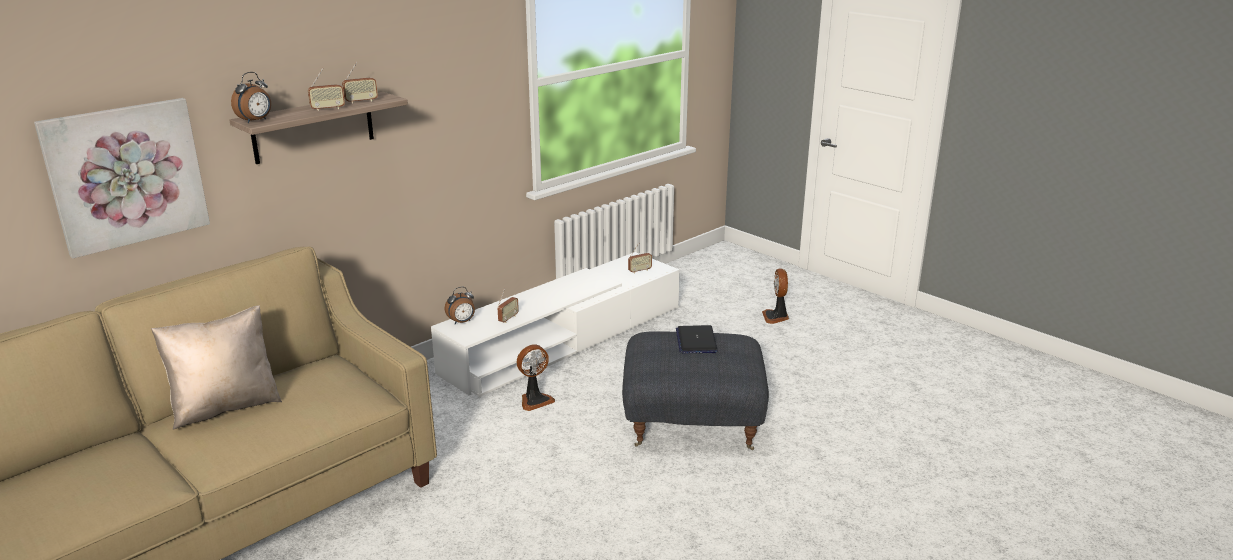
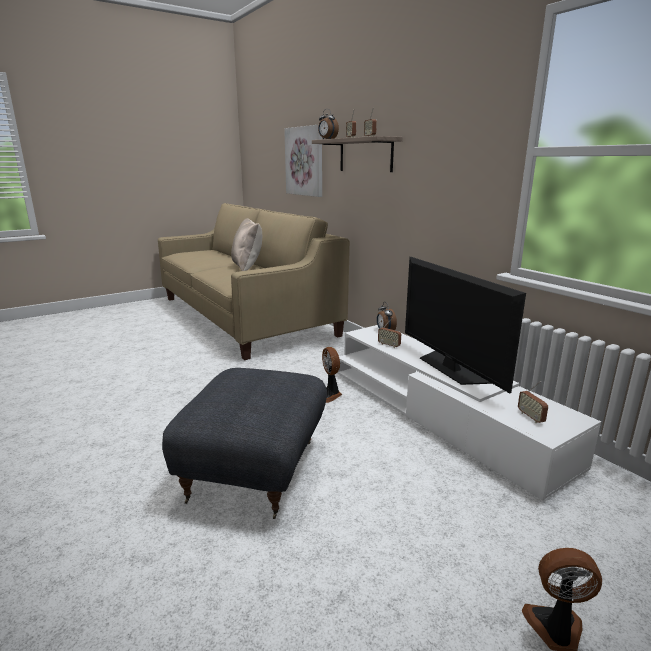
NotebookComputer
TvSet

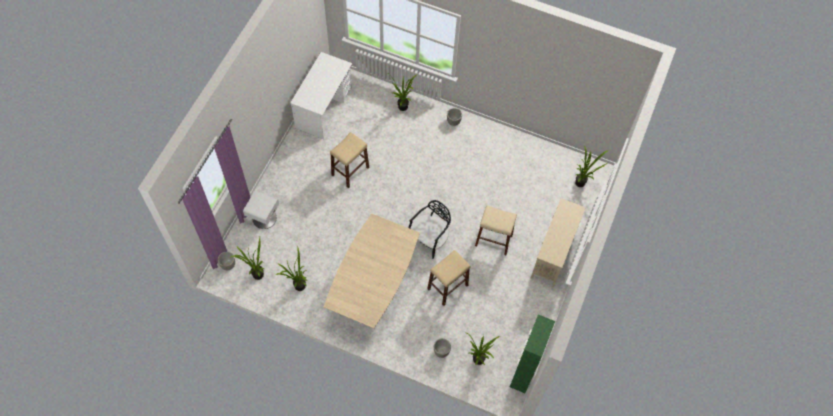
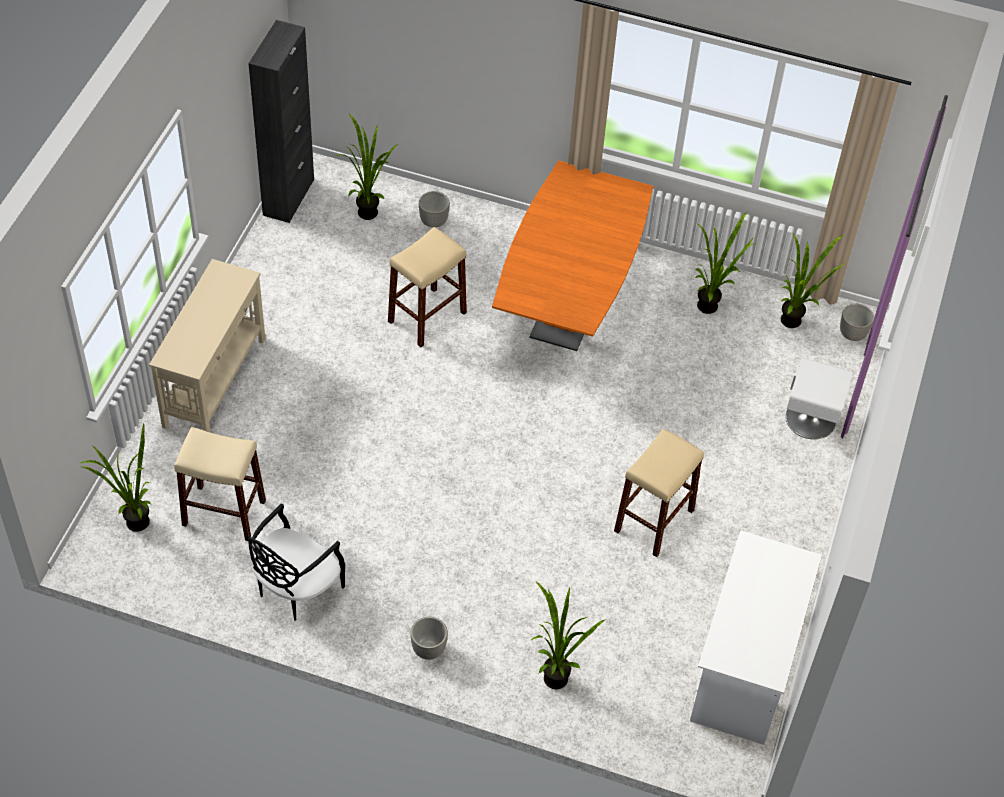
OrangeColouredKitchenTable
BlackColouredChair
BeigeColouredStool (no. 1 from left)
BlackColouredCupboard

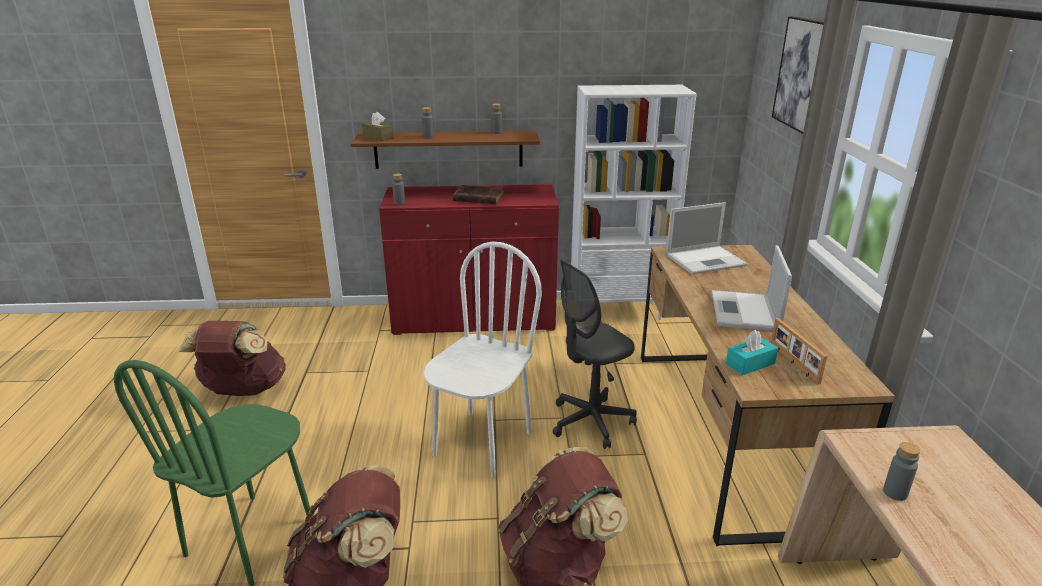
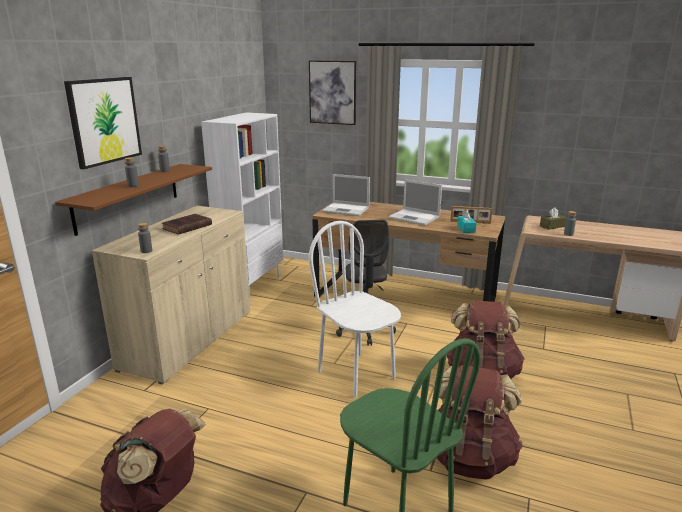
BrownishTissueBox
BeigeColouredCupboard
NotebookComputer (no. 1 from left)
Picture (no. 1 from left)

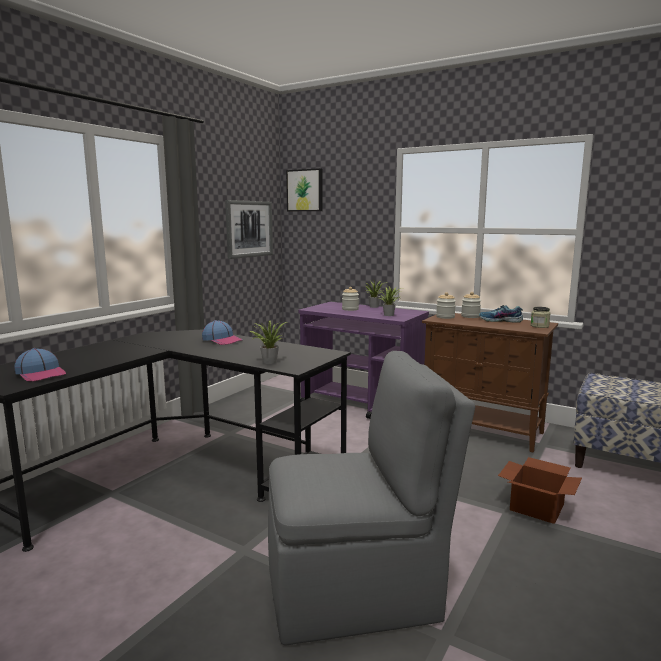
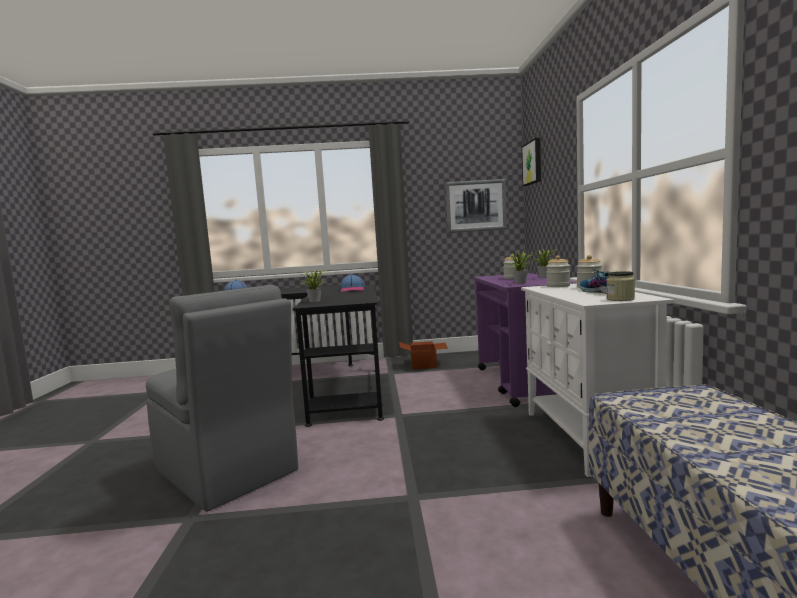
WhiteColouredCupboard
CardboardBox

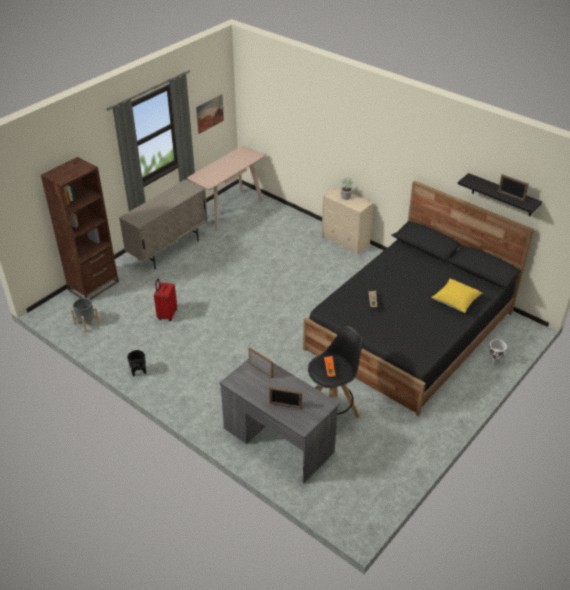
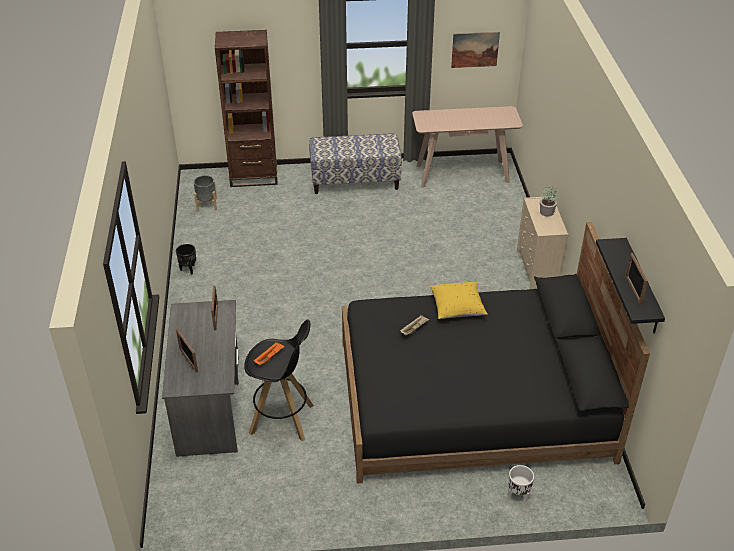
IndoorBench
RedColouredTravelCase
YellowishCushion

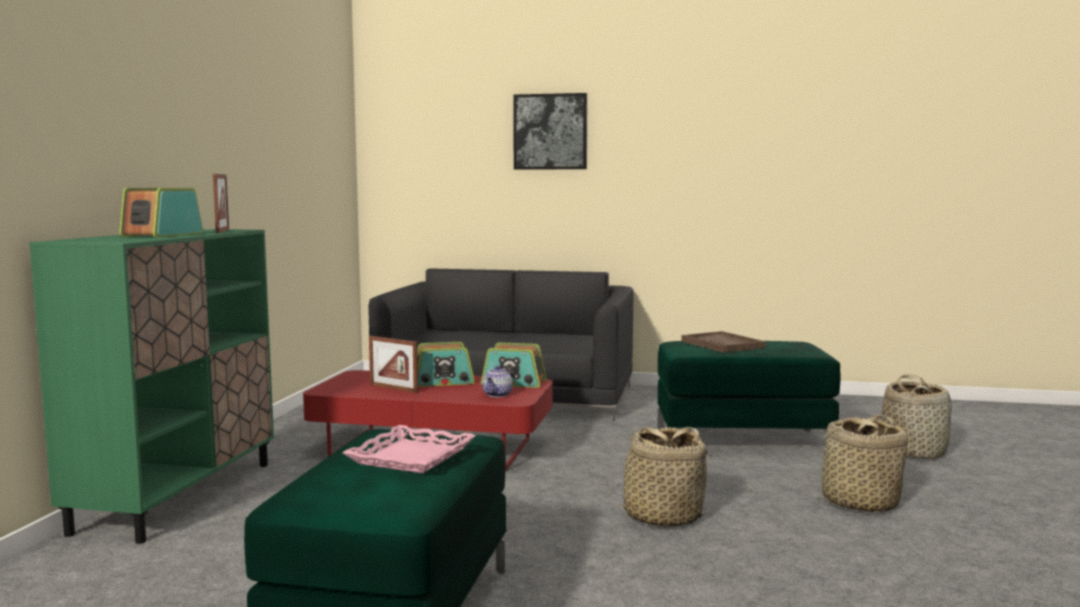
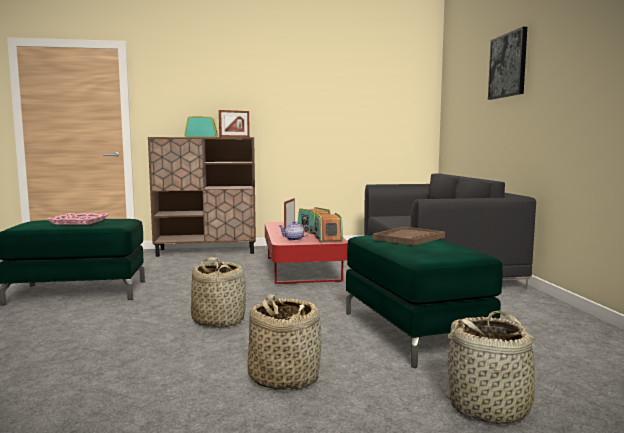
BrownishCupboard

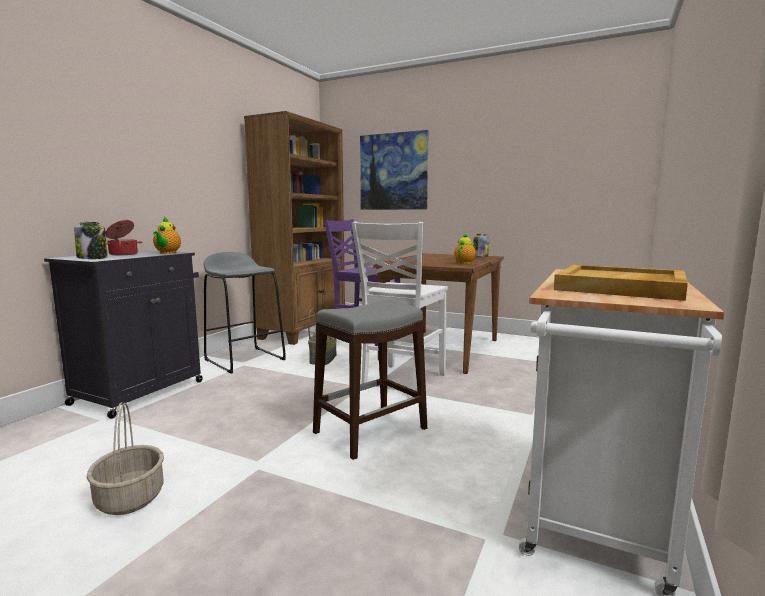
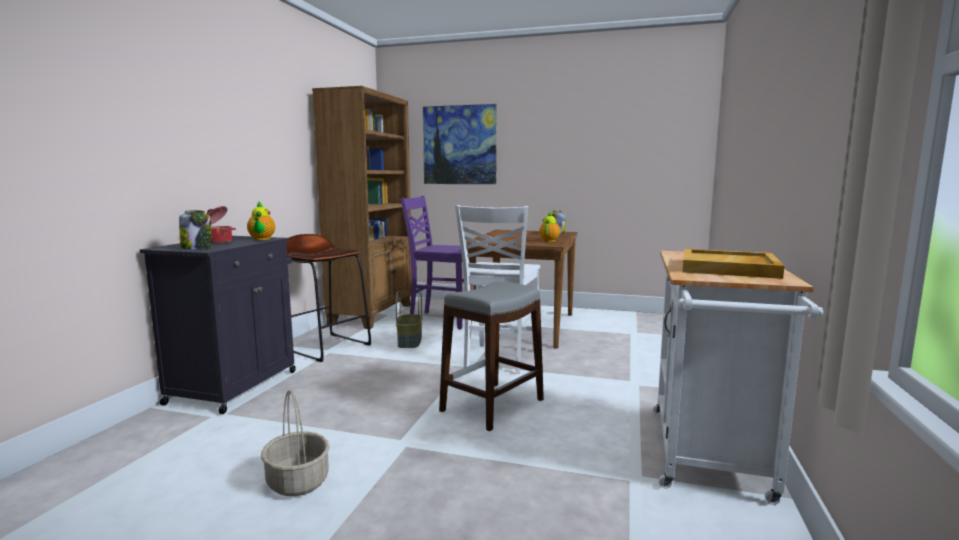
BrownishStool

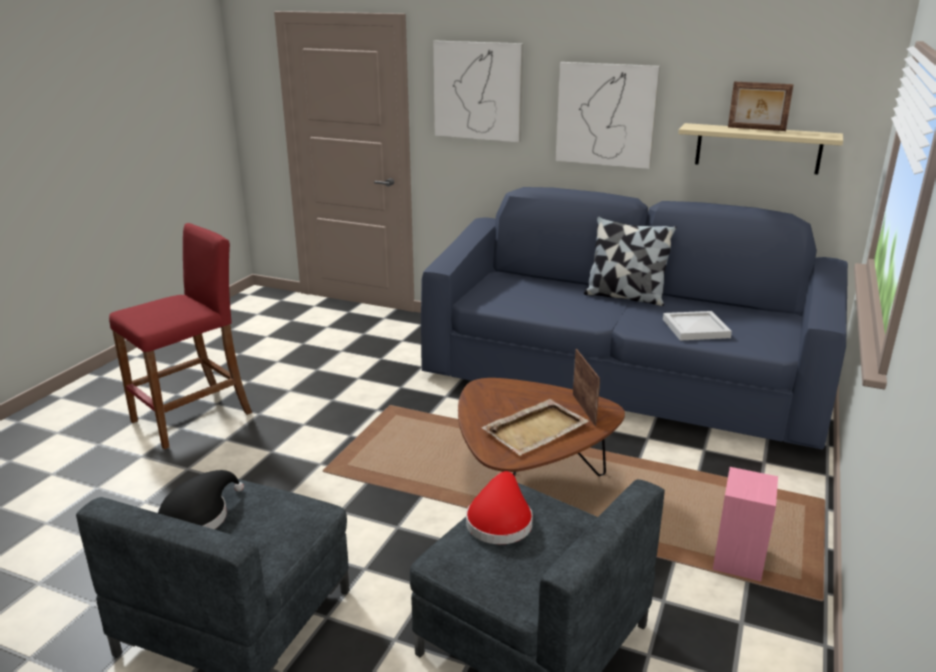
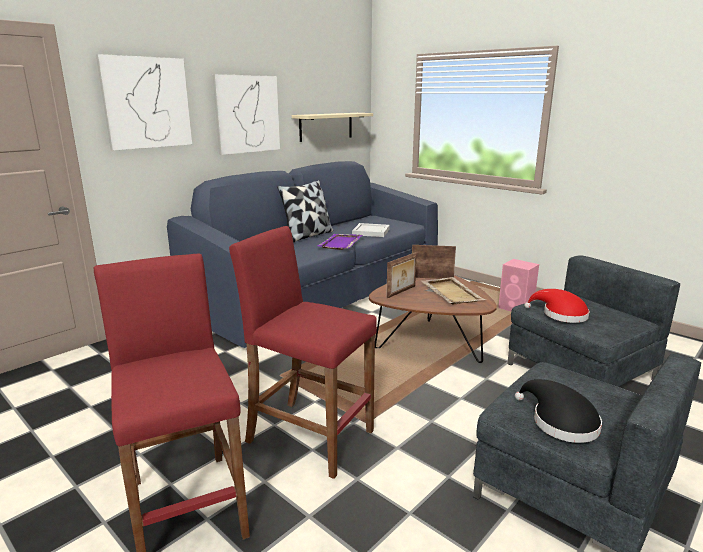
PhotoFrame (no. 1 from left)
RedColouredStool (no. 2 from left)
PurplishTray

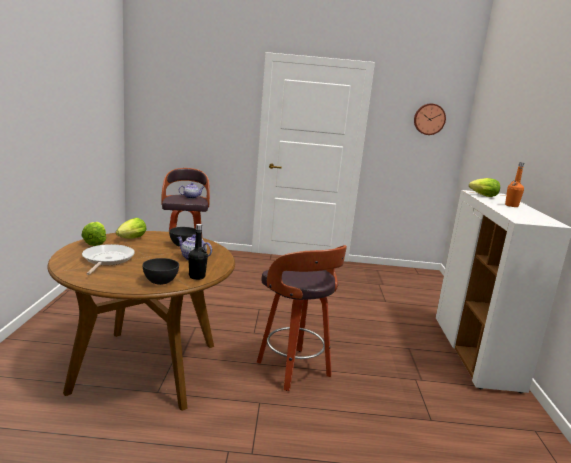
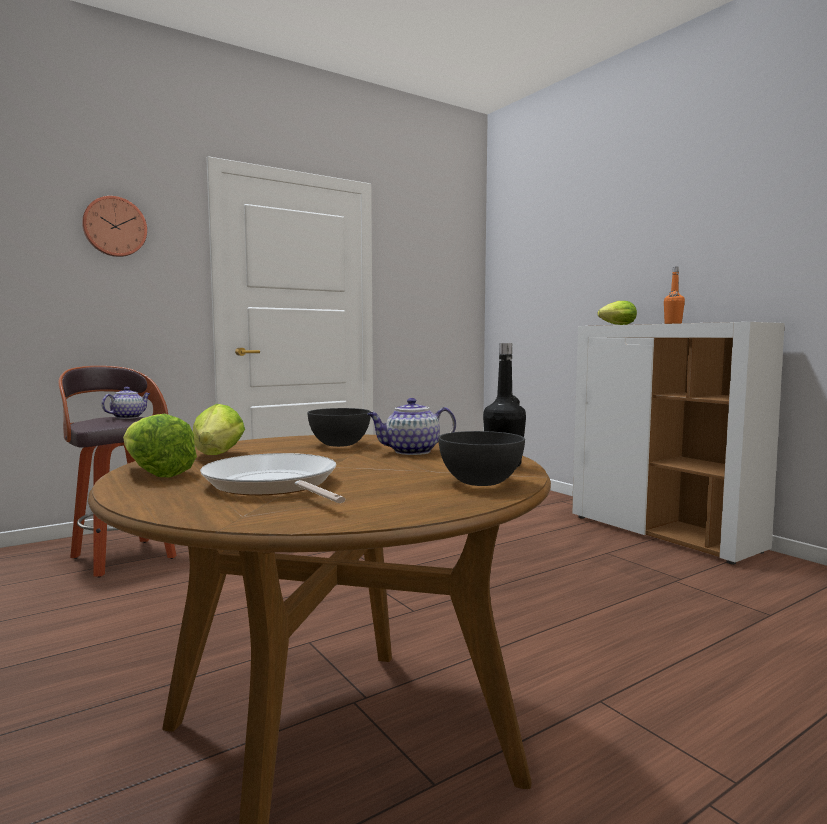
Stool (no. 2 from left in the first image)
ClockOnTheWall

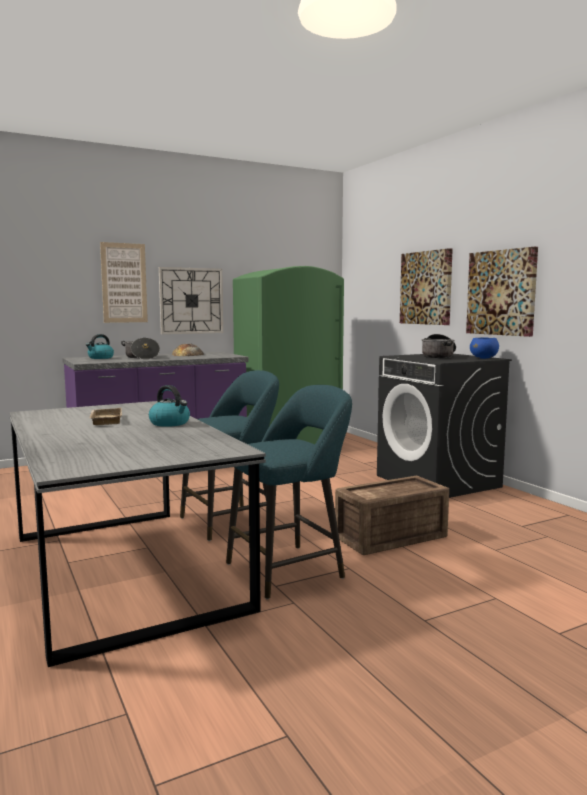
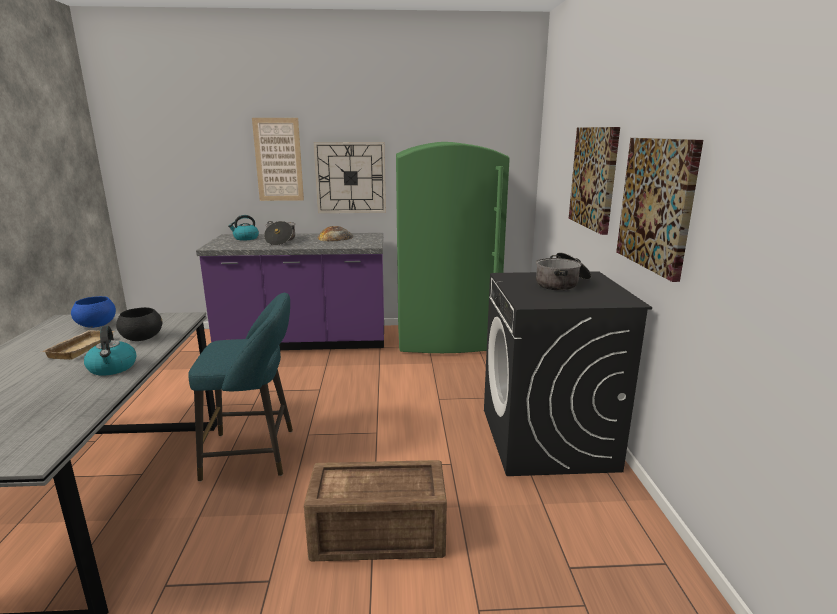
TurquoiseStool (no. 2 from left in the first image)
BlueServingBowl
BlackColouredServingBowl

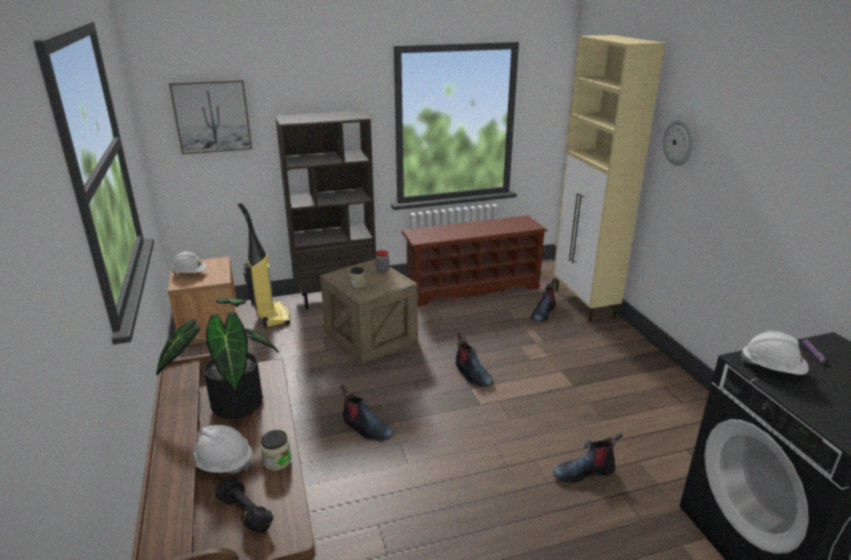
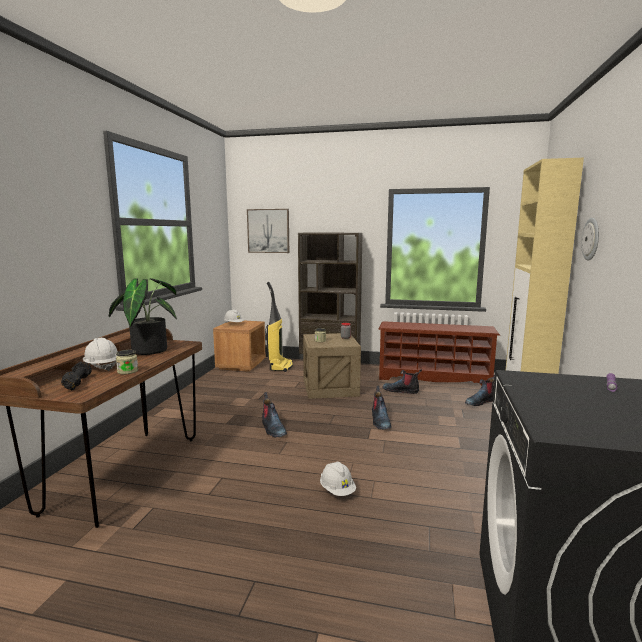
Boot (no. 3 from left)
WhiteColouredHardHat (no. 3 from left)

